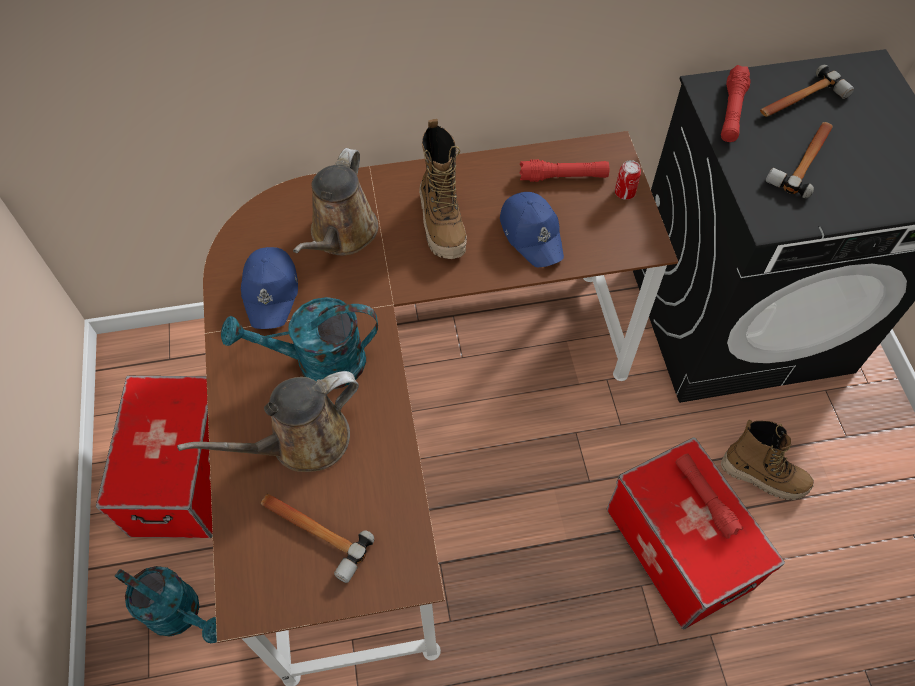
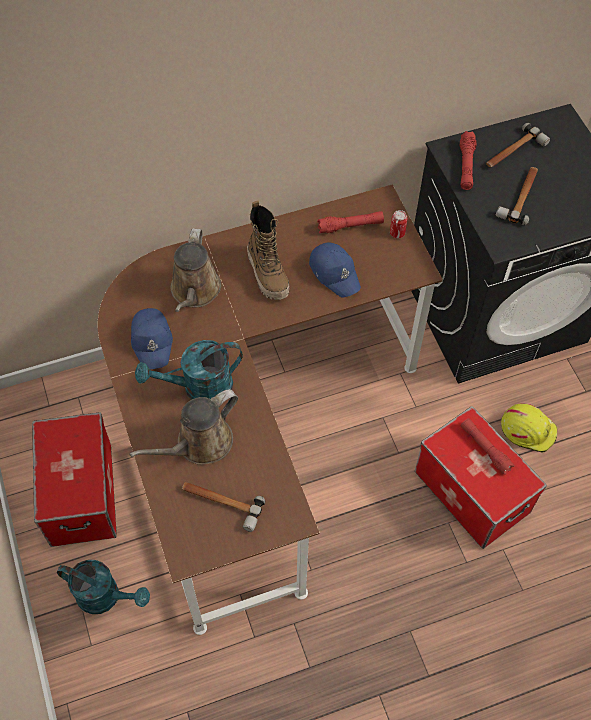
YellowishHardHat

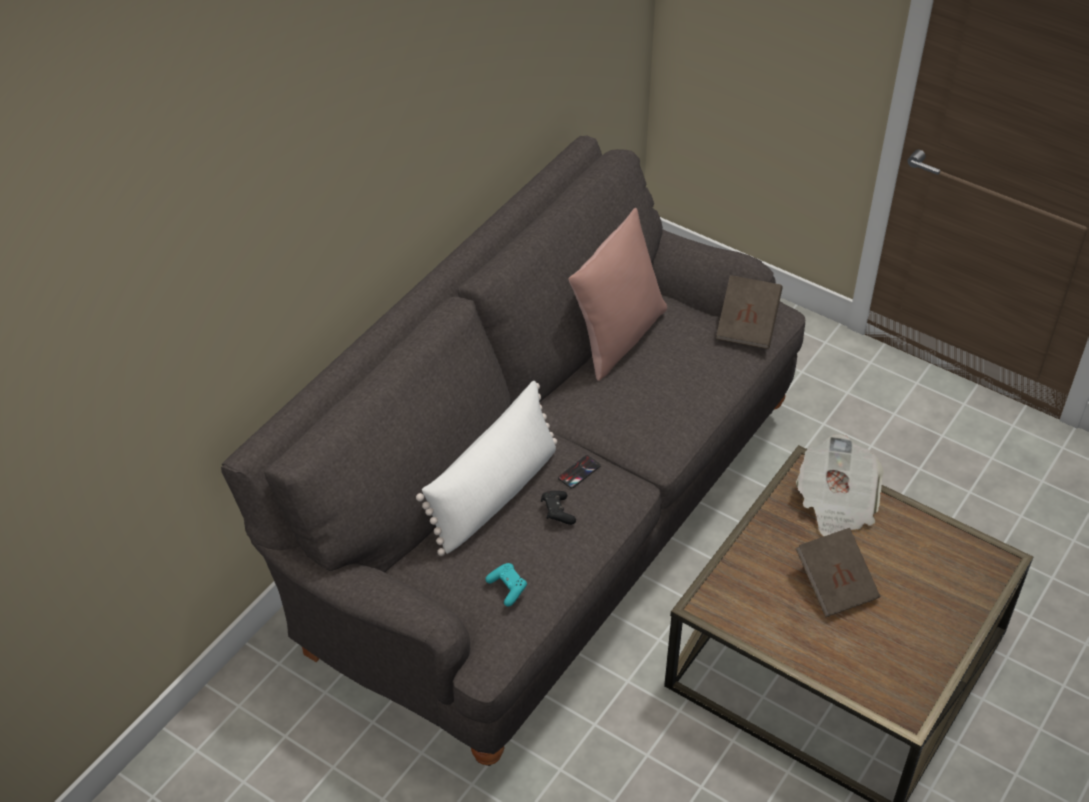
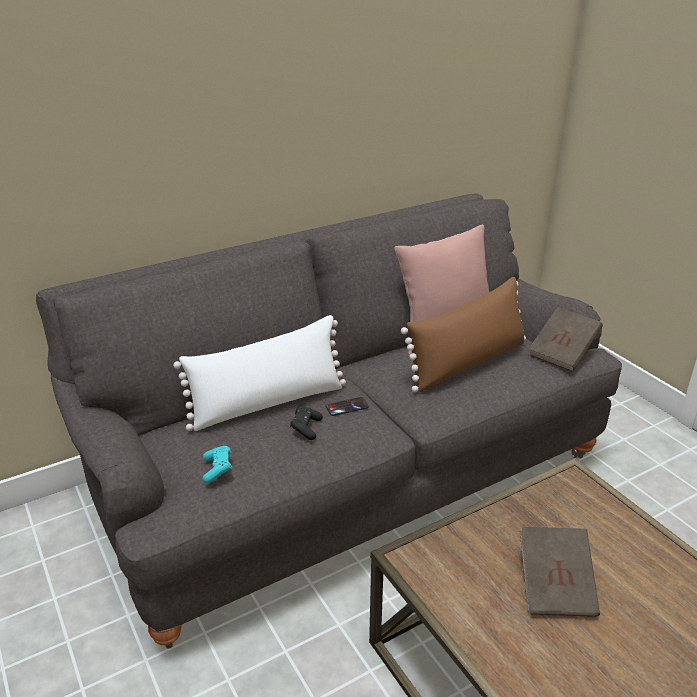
DailyPaper
BrownishCushion

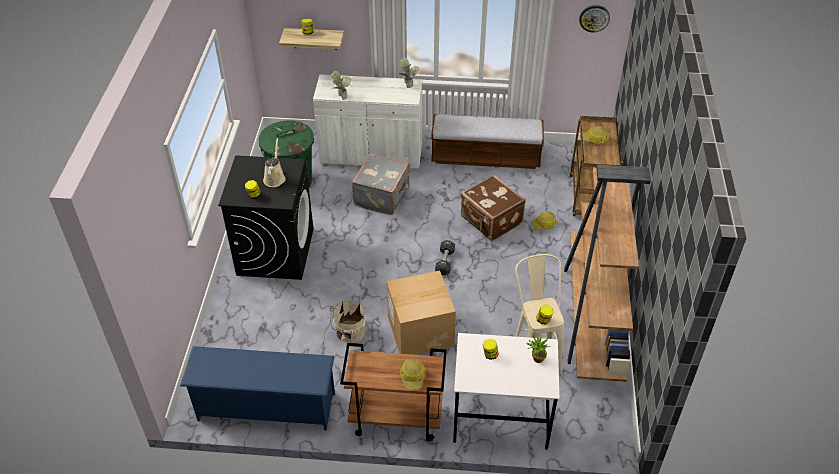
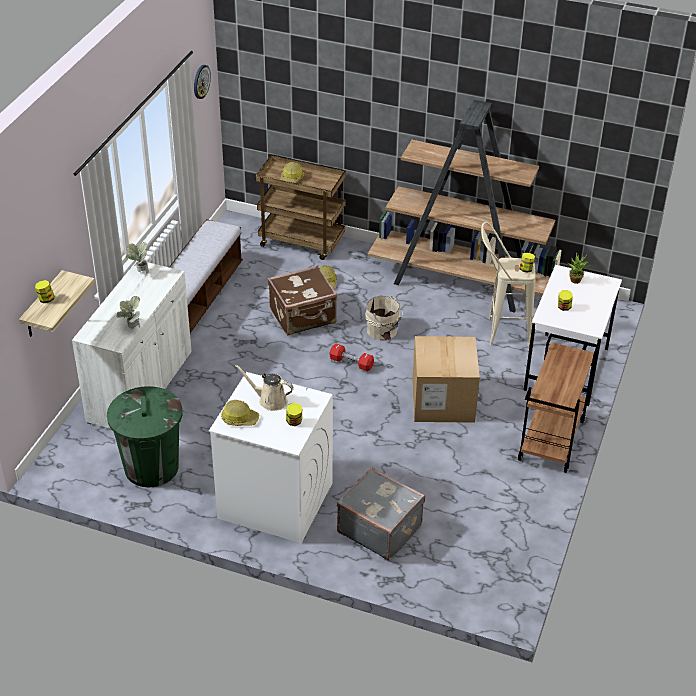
BlueShoeRack
WhiteColouredLaundryMachine
BeigeColouredWaterBucket
GreyTravelCase
HardHat (no. 1 from left)
RedColouredFreeWeight

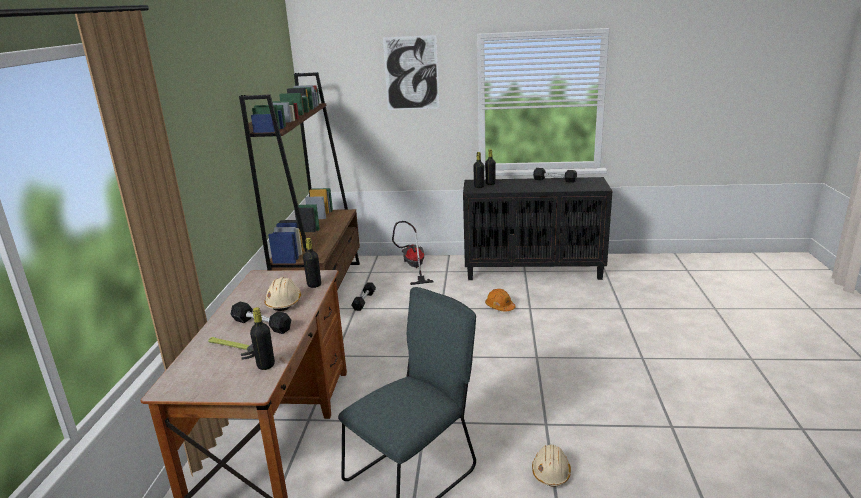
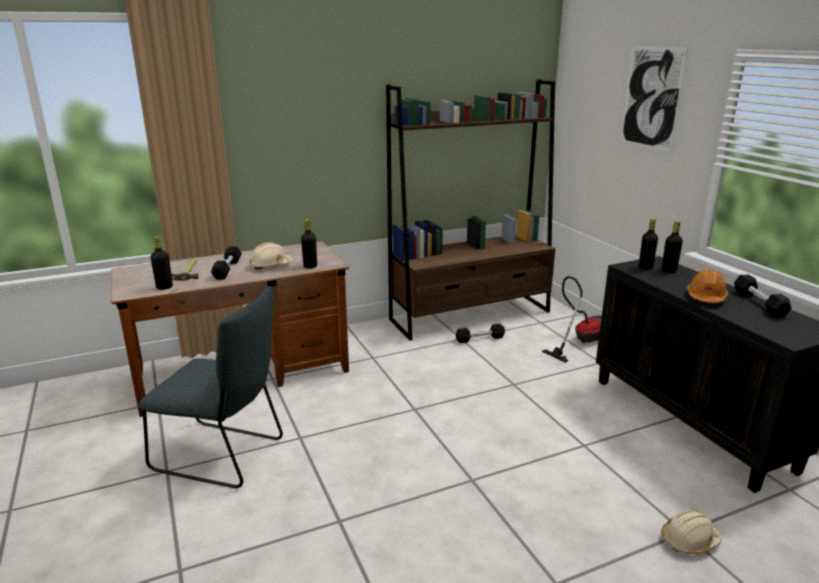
OrangeColouredHardHat
BeigeColouredHardHat (no. 2 from left)

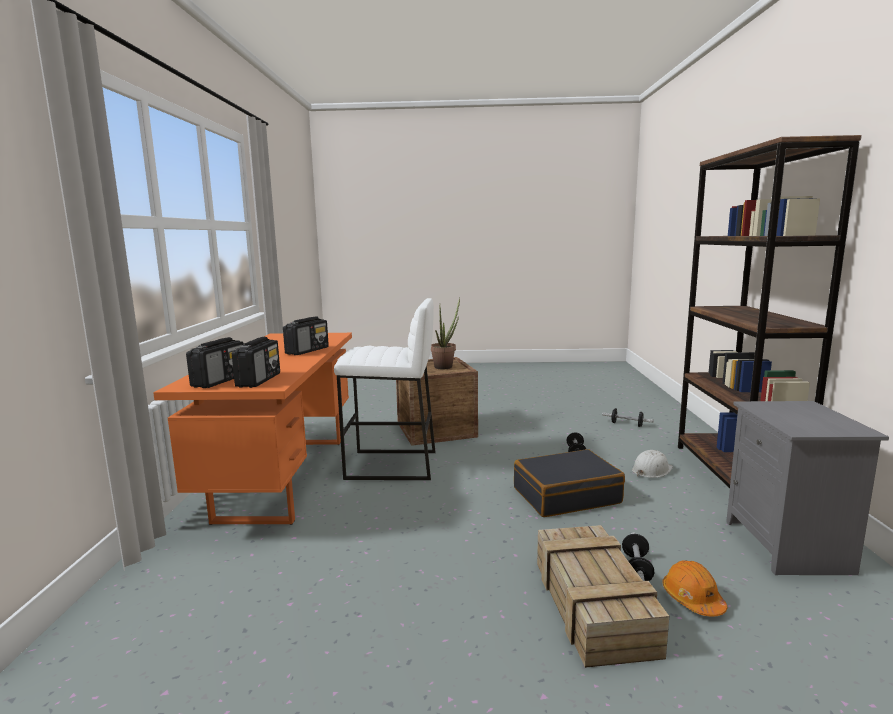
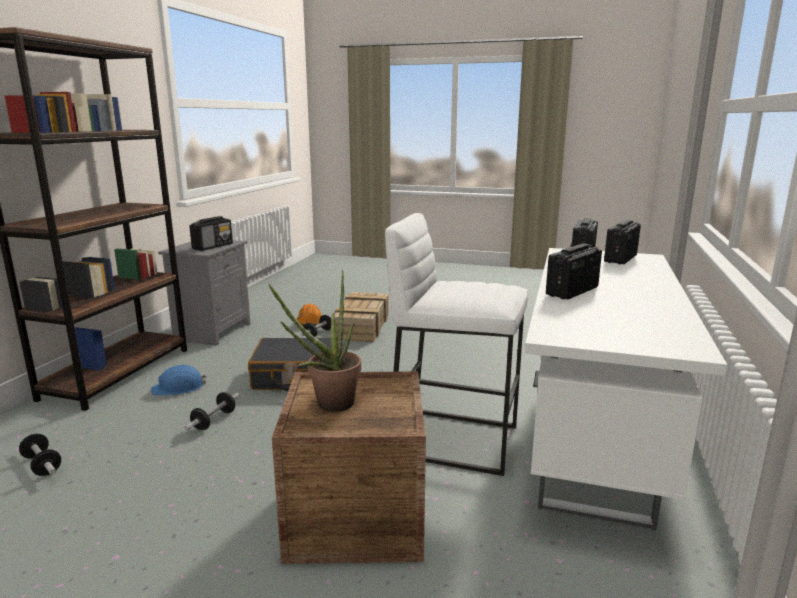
WhiteColouredDeskTable
BlueHardHat
Radio (no. 1 from left)

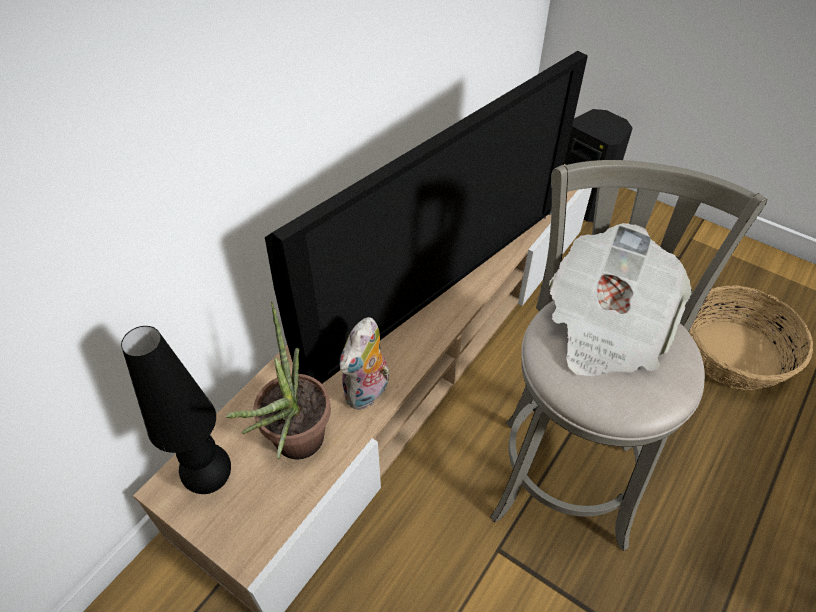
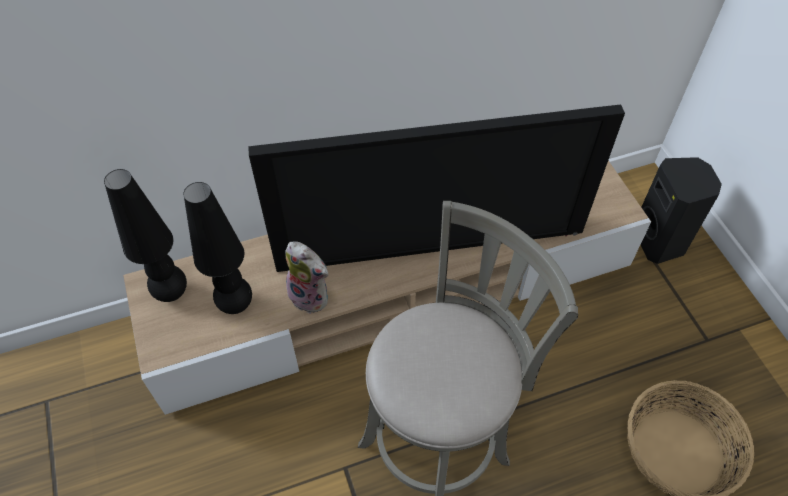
BlackColouredTabletopLamp (no. 2 from left)
PlushToy
DailyPaper

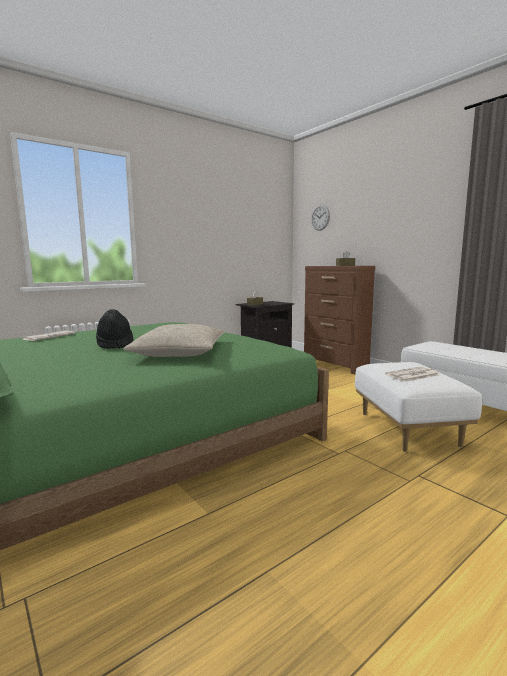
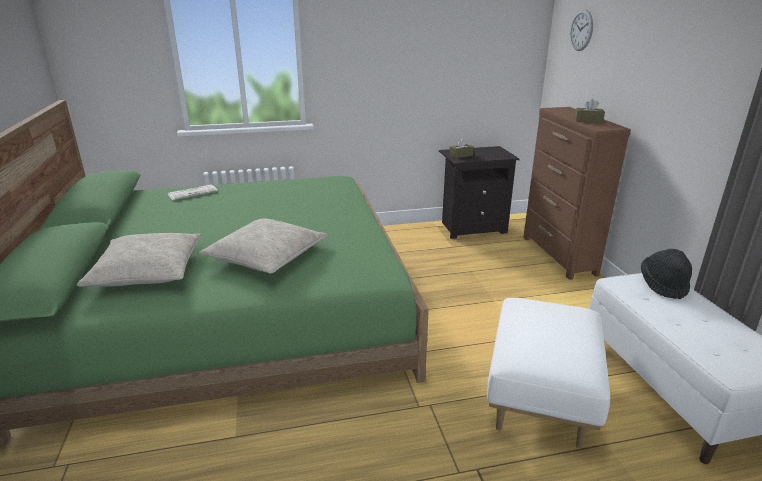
BlackColouredClothingHat
DailyPaper (no. 2 from left in the first image)
BeigeColouredCushion (no. 1 from left)

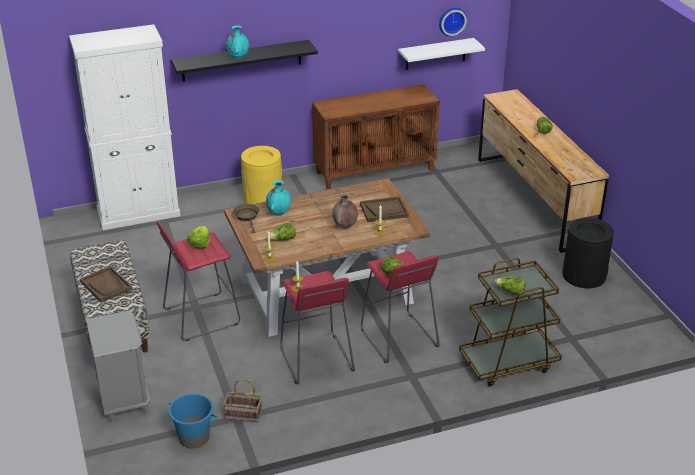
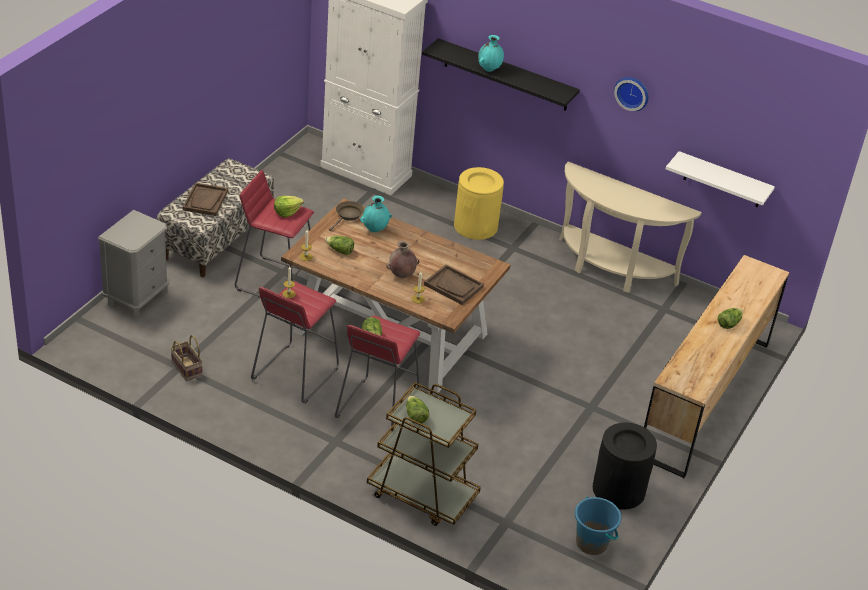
BlueWaterBucket
BeigeColouredHallTable
ClockOnTheWall

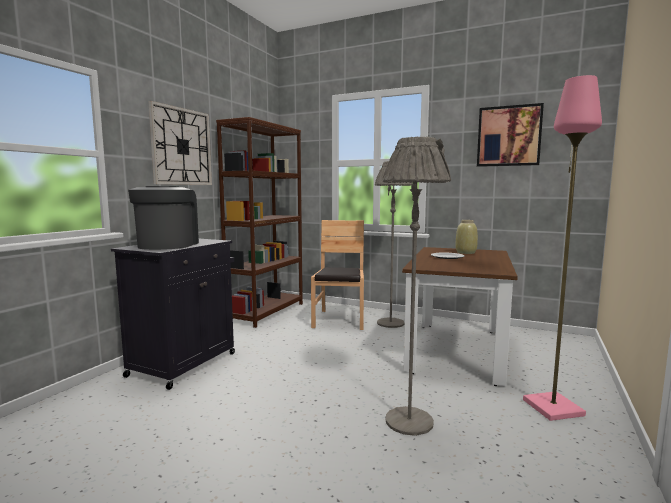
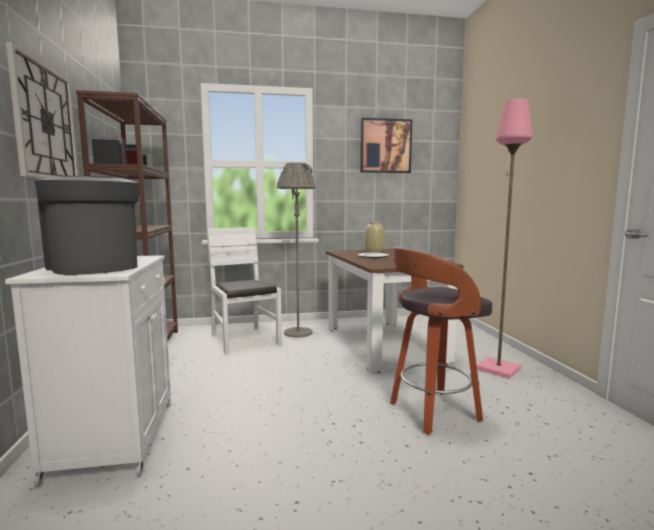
WhiteColouredCupboard
WhiteColouredChair
Stool

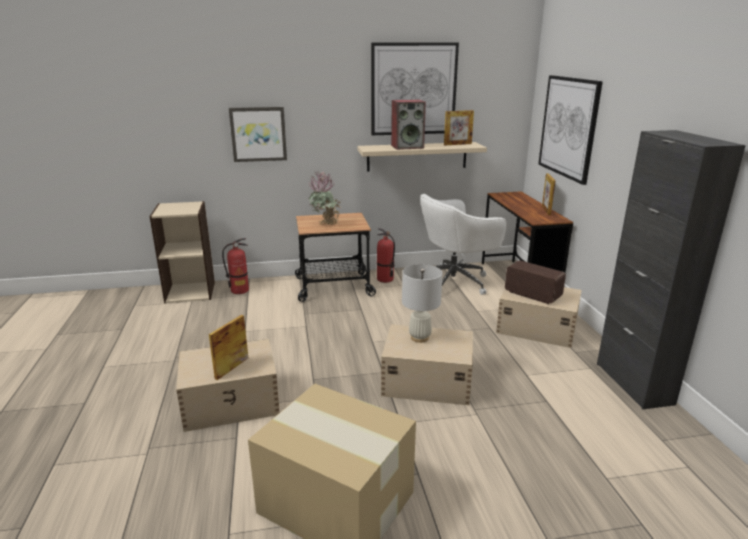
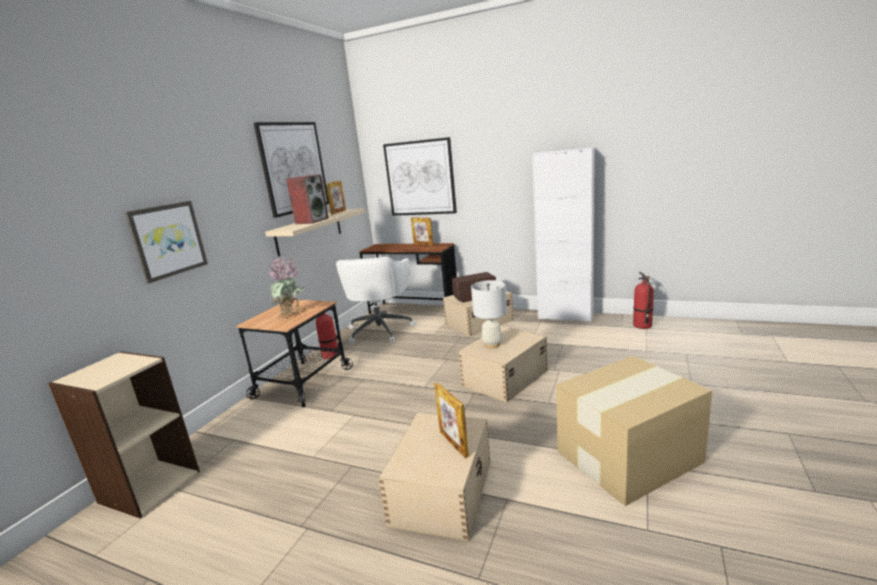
FireExtinguisher (no. 2 from left)
WhiteColouredCupboard

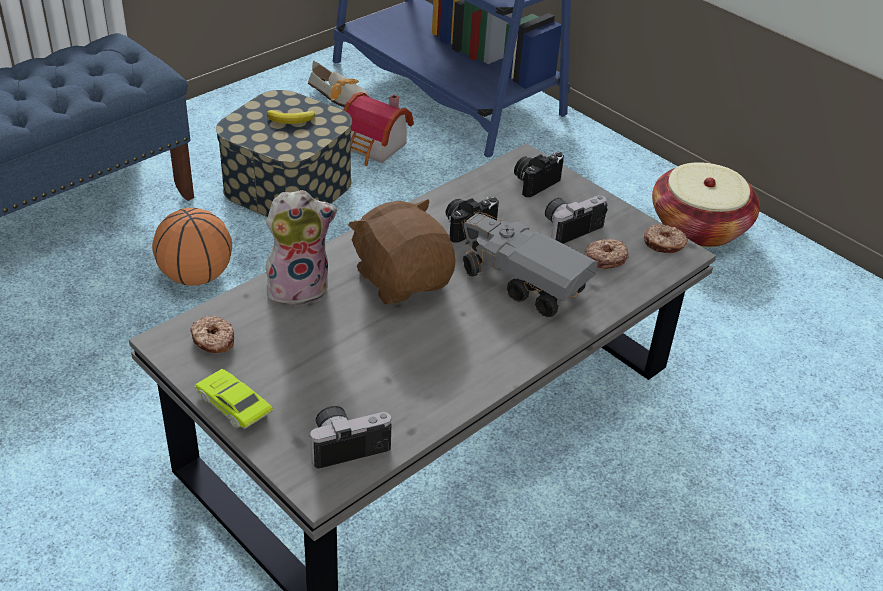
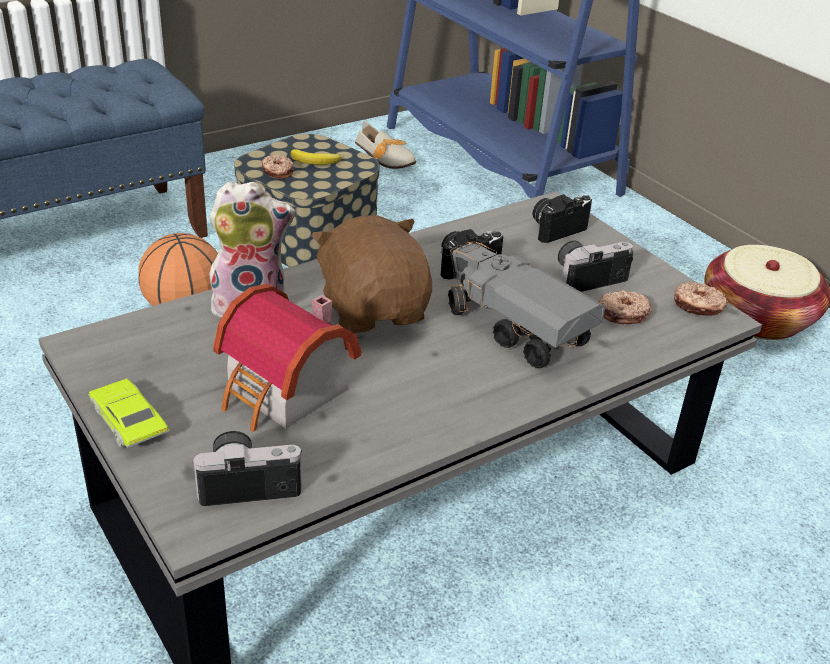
Doughnut (no. 1 from left)
MiniatureHouse

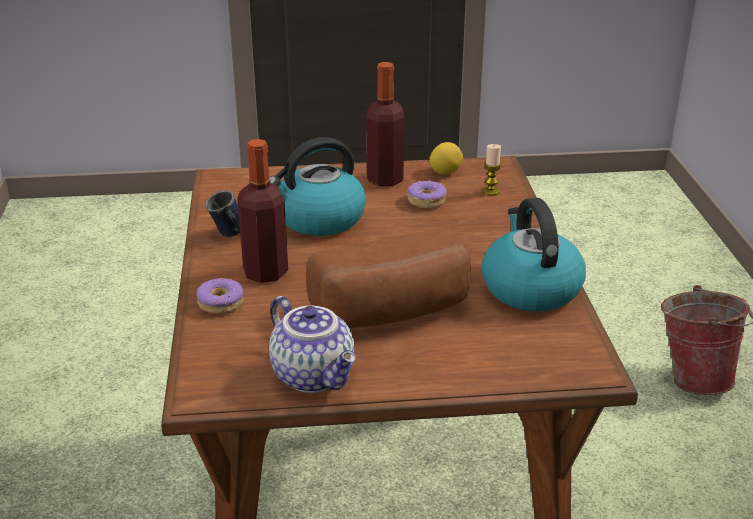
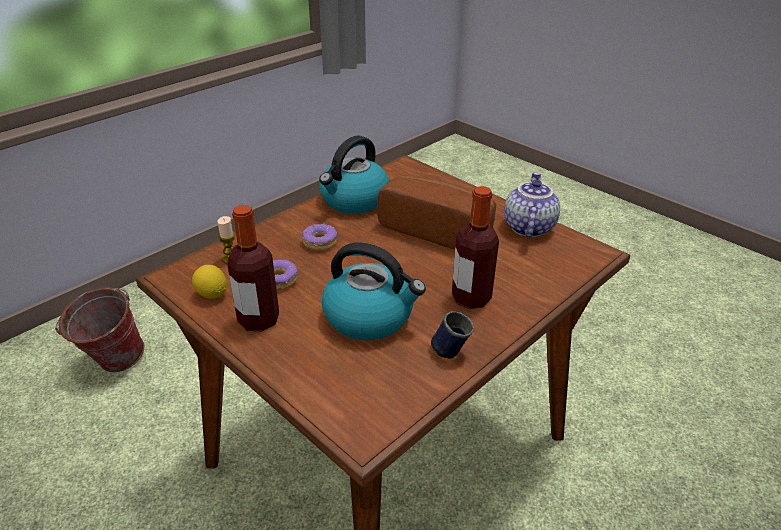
Doughnut (no. 2 from left)

